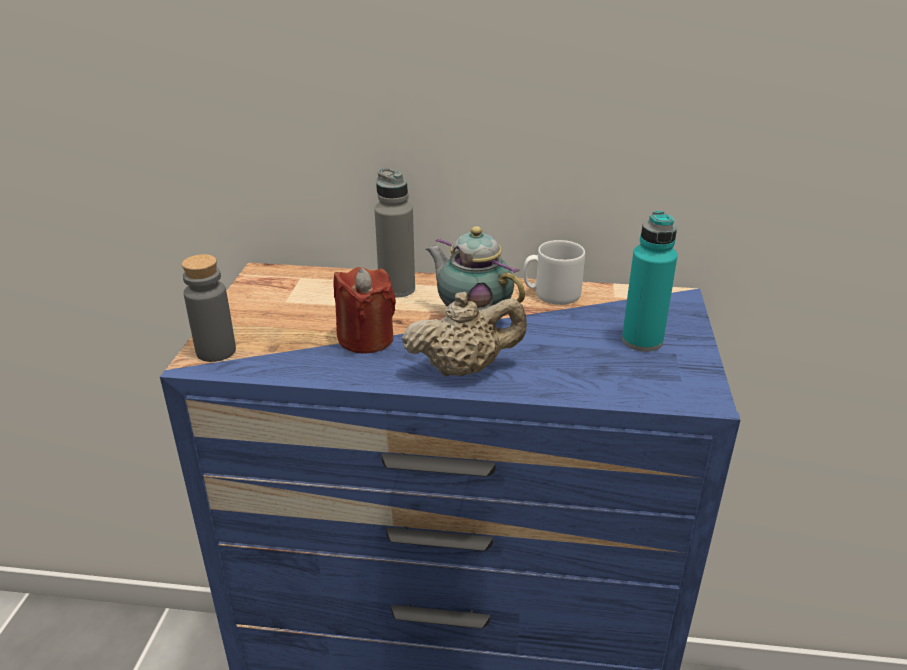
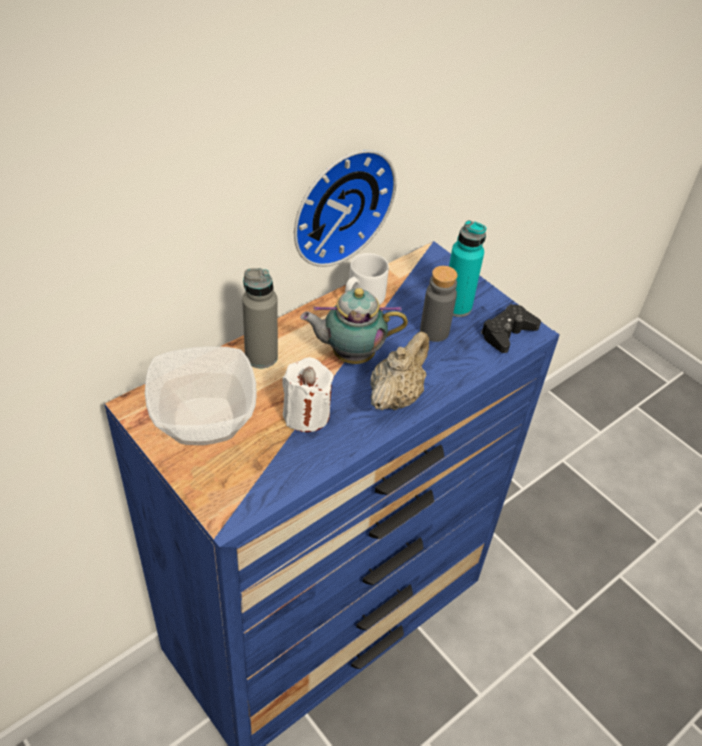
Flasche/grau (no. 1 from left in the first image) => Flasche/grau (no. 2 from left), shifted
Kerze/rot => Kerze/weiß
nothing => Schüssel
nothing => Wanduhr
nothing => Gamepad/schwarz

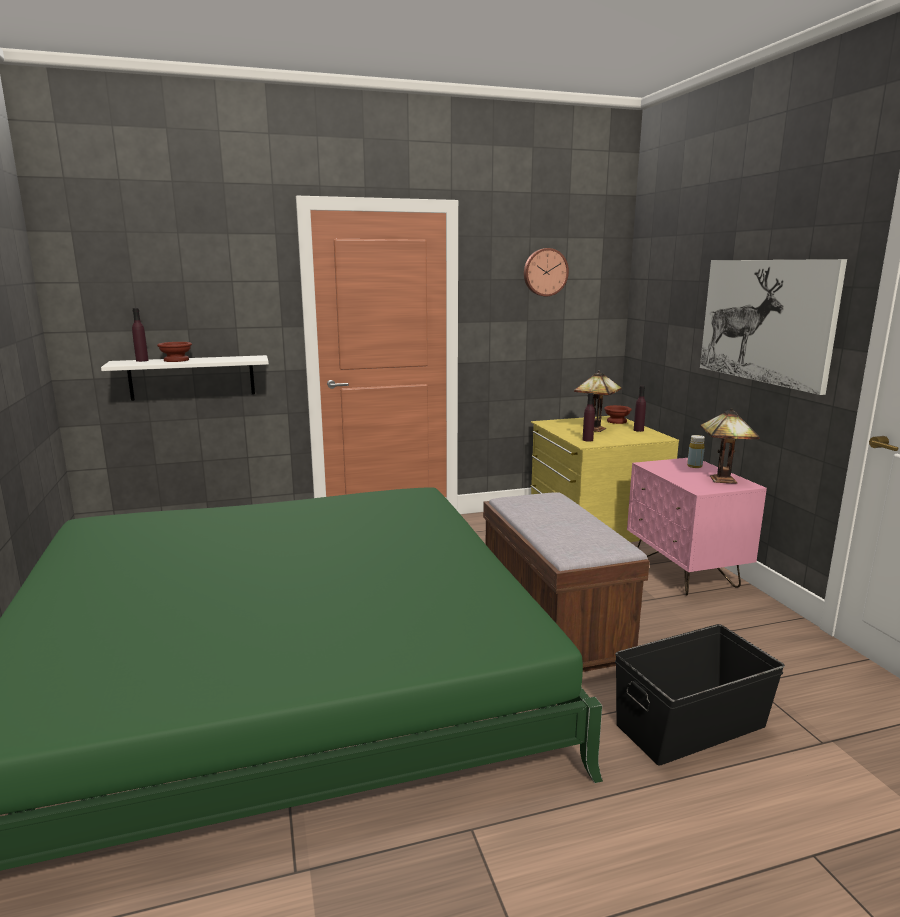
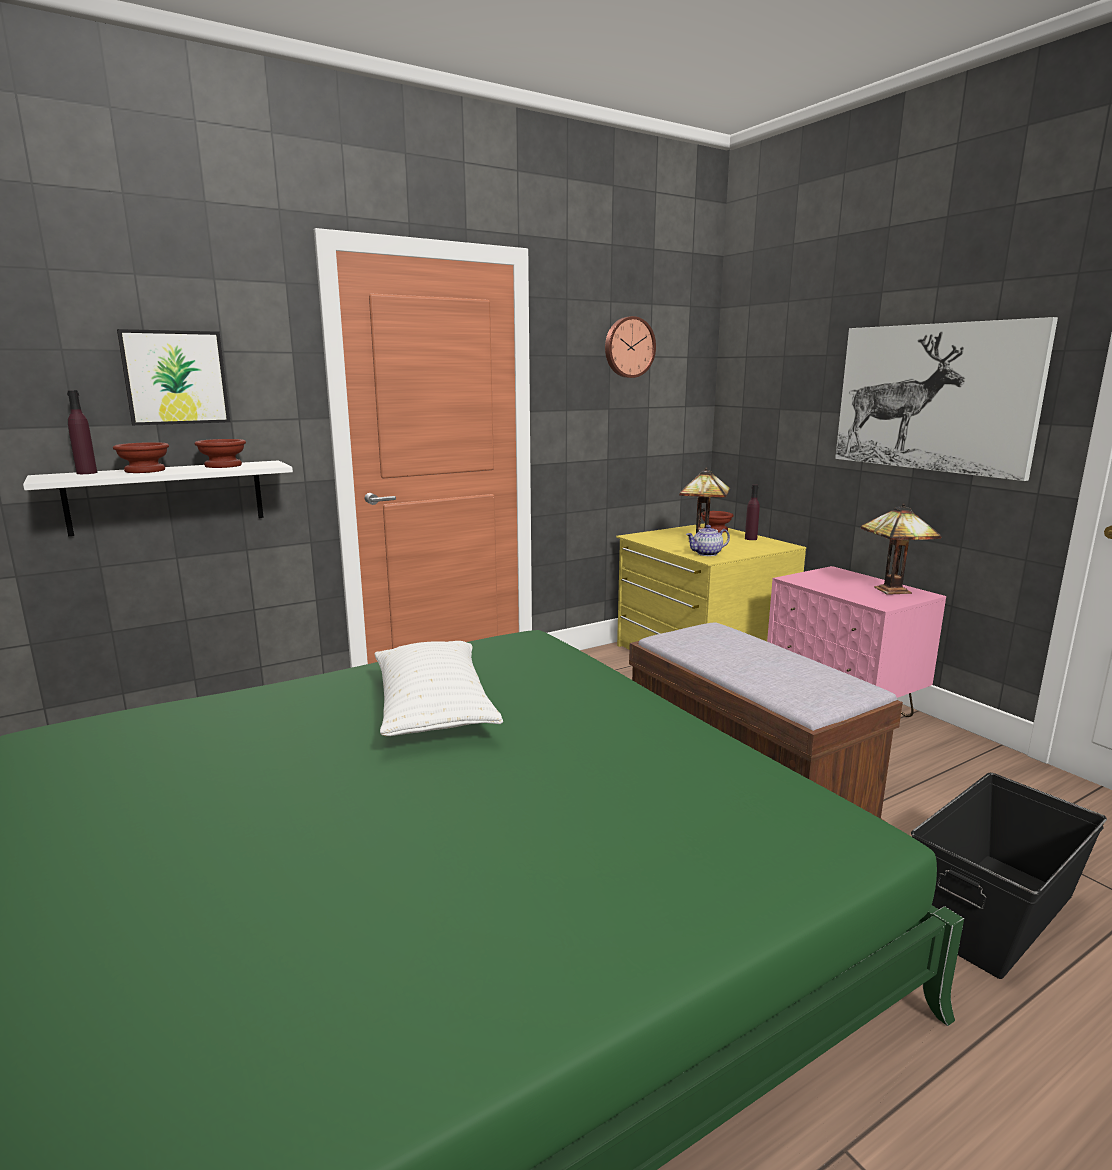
Flasche/lila (no. 2 from left) => Teekanne
Flasche/gelb => nothing
nothing => Bild (no. 1 from left)
nothing => Schüssel/braun (no. 2 from left)
nothing => Kissen/weiß

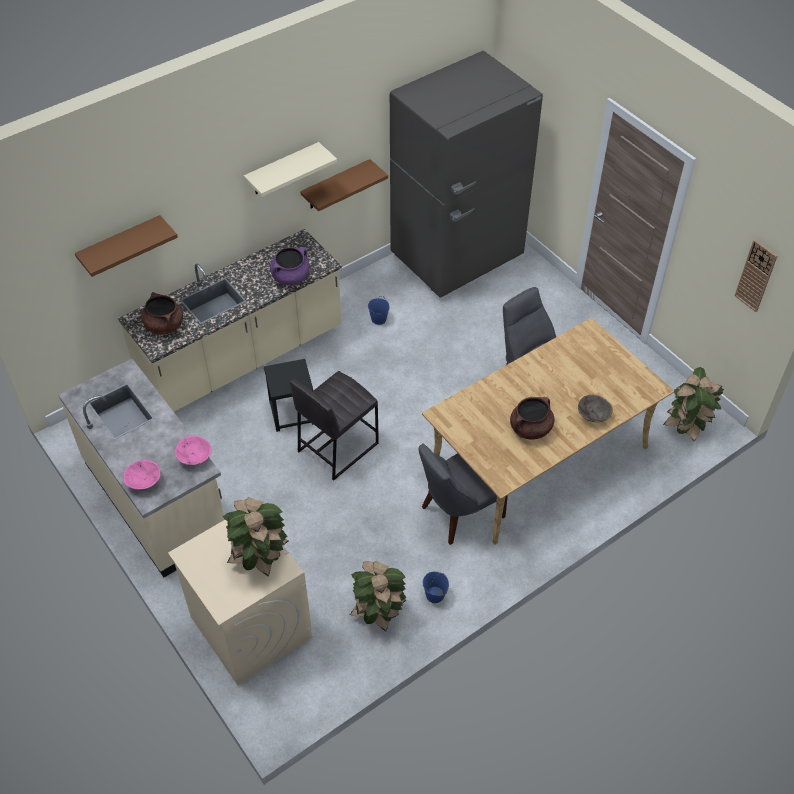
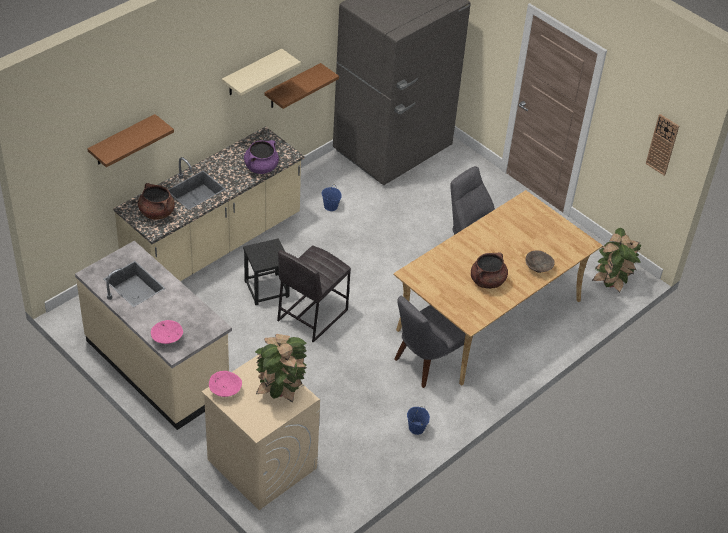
Schüssel/rosa (no. 2 from left), shifted
Topfpflanze (no. 2 from left) => nothing

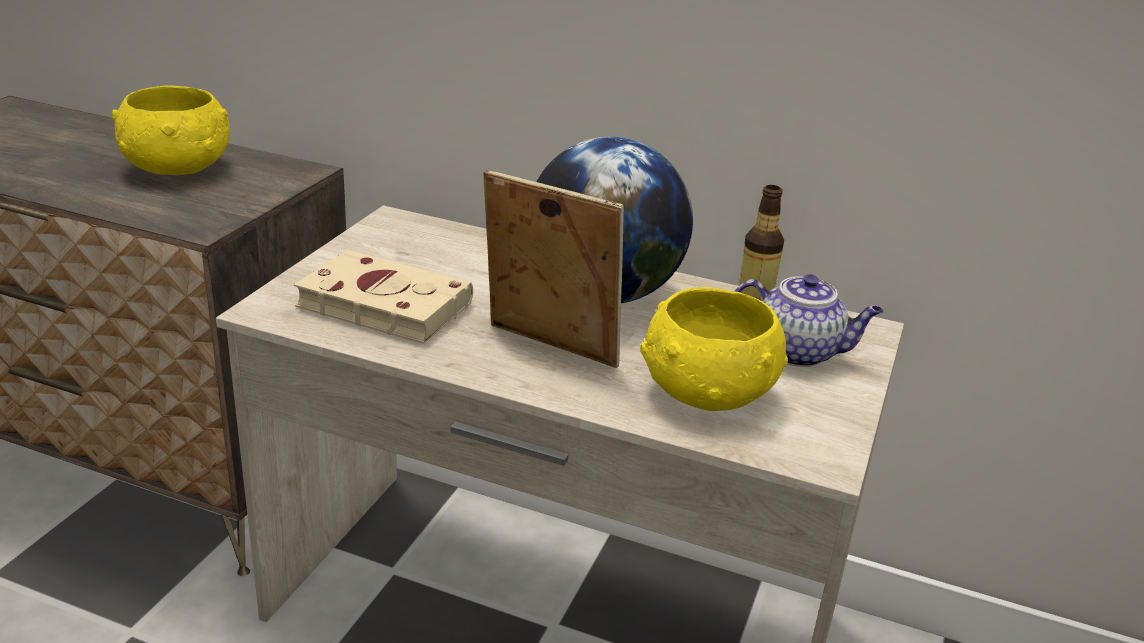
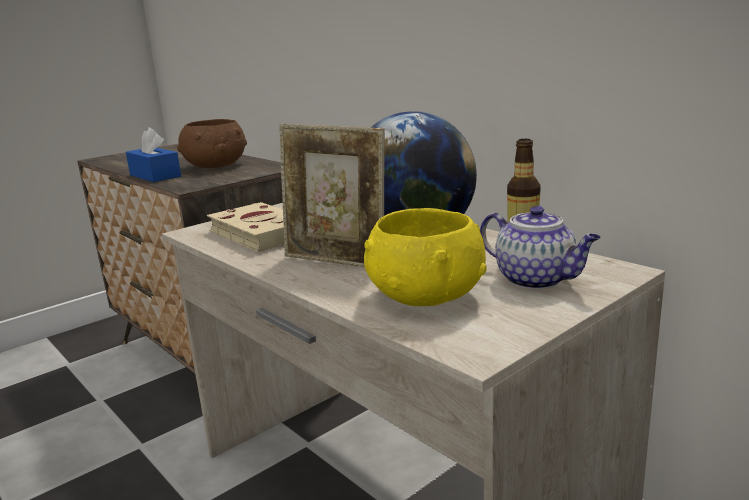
Schüssel/gelb (no. 1 from left) => Schüssel/braun
Bilderrahmen, 150 degrees clockwise
nothing => Taschentuchbox/blau

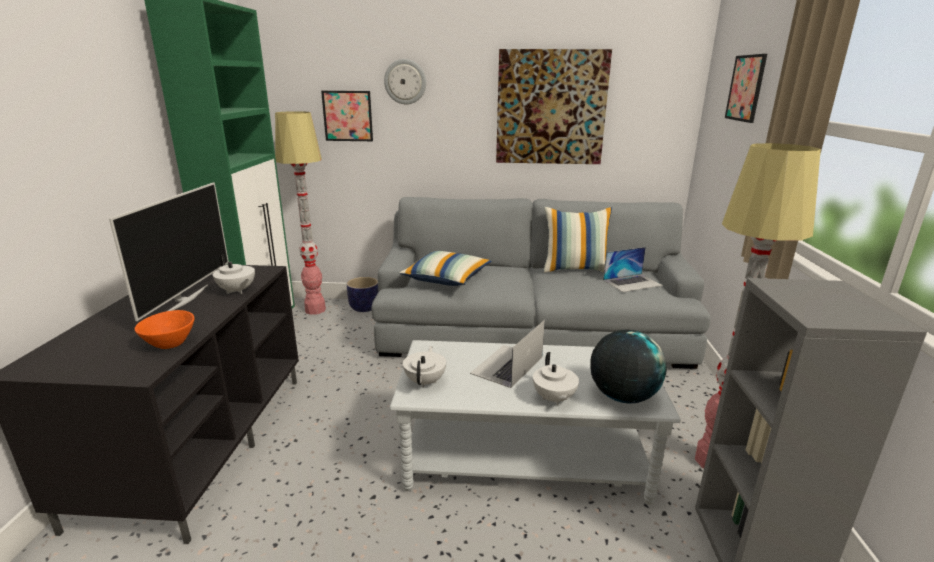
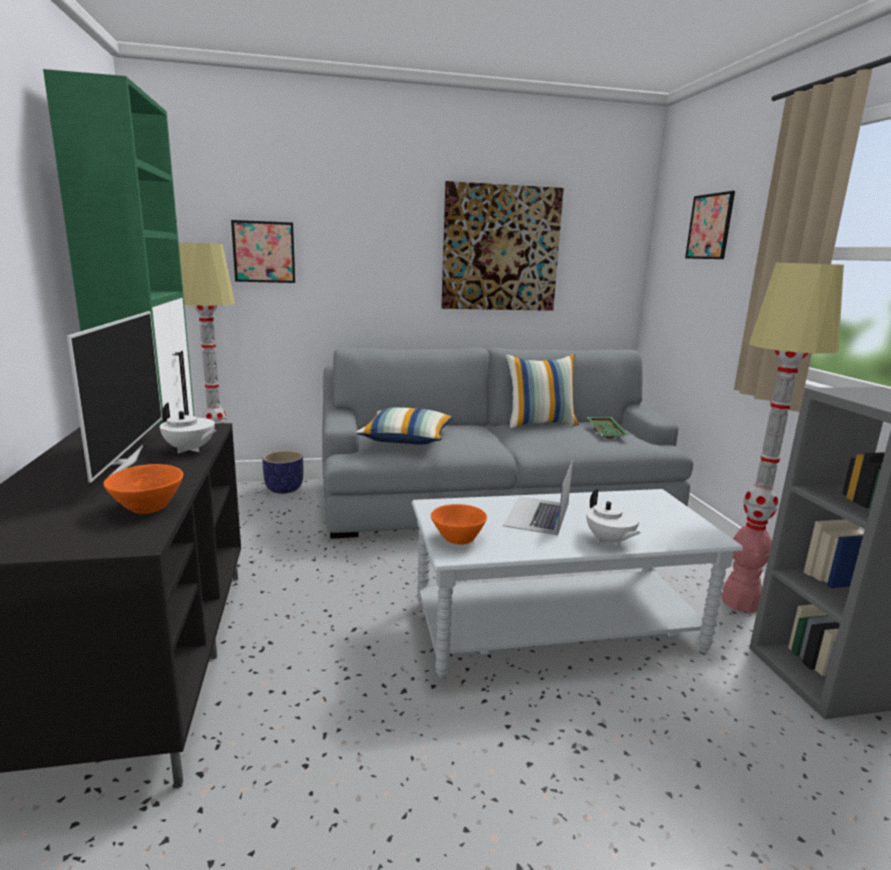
Wanduhr => nothing
Teekanne/weiß (no. 2 from left) => Schüssel/orange (no. 2 from left)
Globus => nothing
Laptop (no. 2 from left) => Tablett/grün

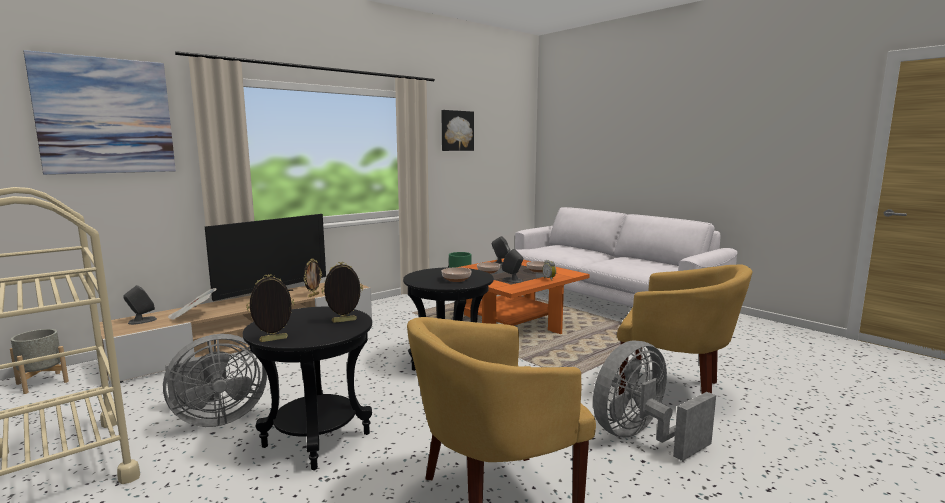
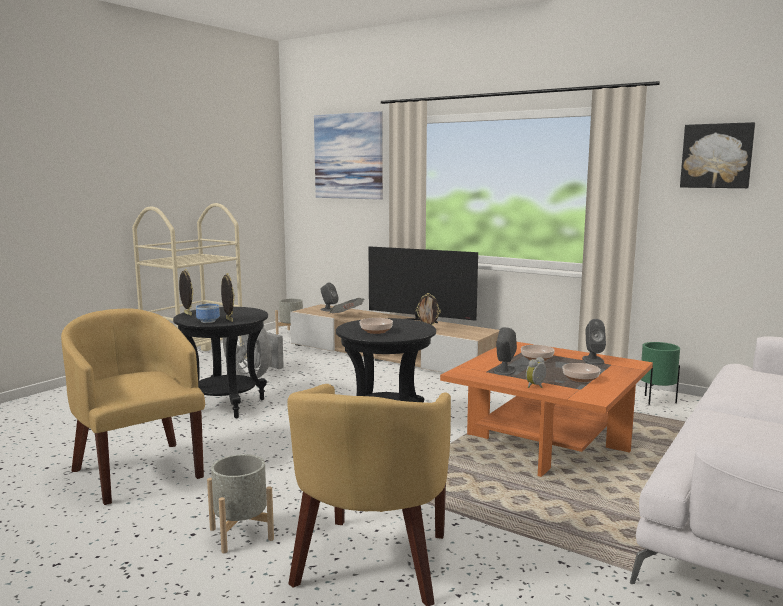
Ventilator/grau (no. 2 from left) => Pflanzkübel/grau (no. 1 from left)
nothing => Schüssel (no. 1 from left)

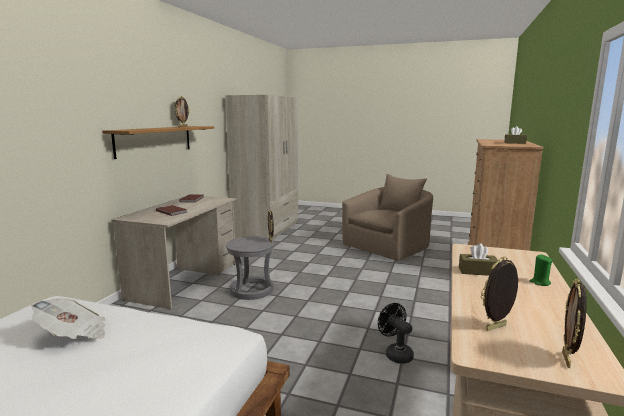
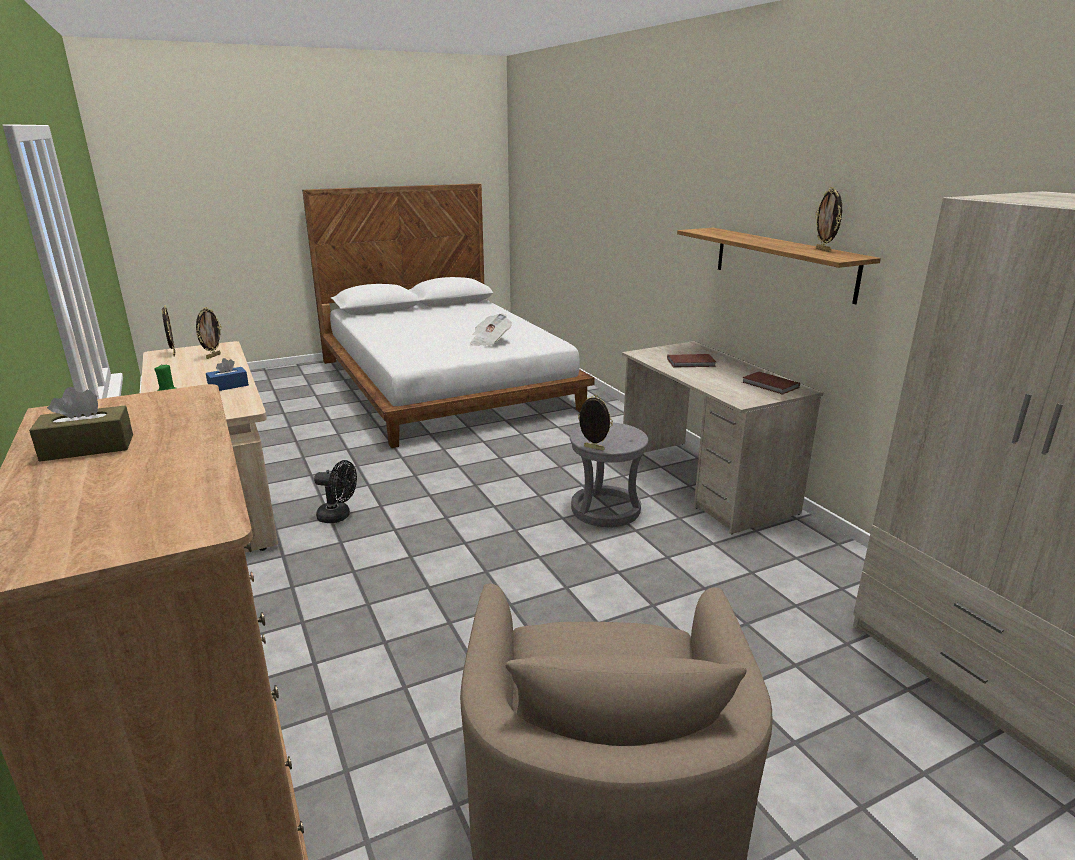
Taschentuchbox/braun (no. 1 from left) => Taschentuchbox/blau

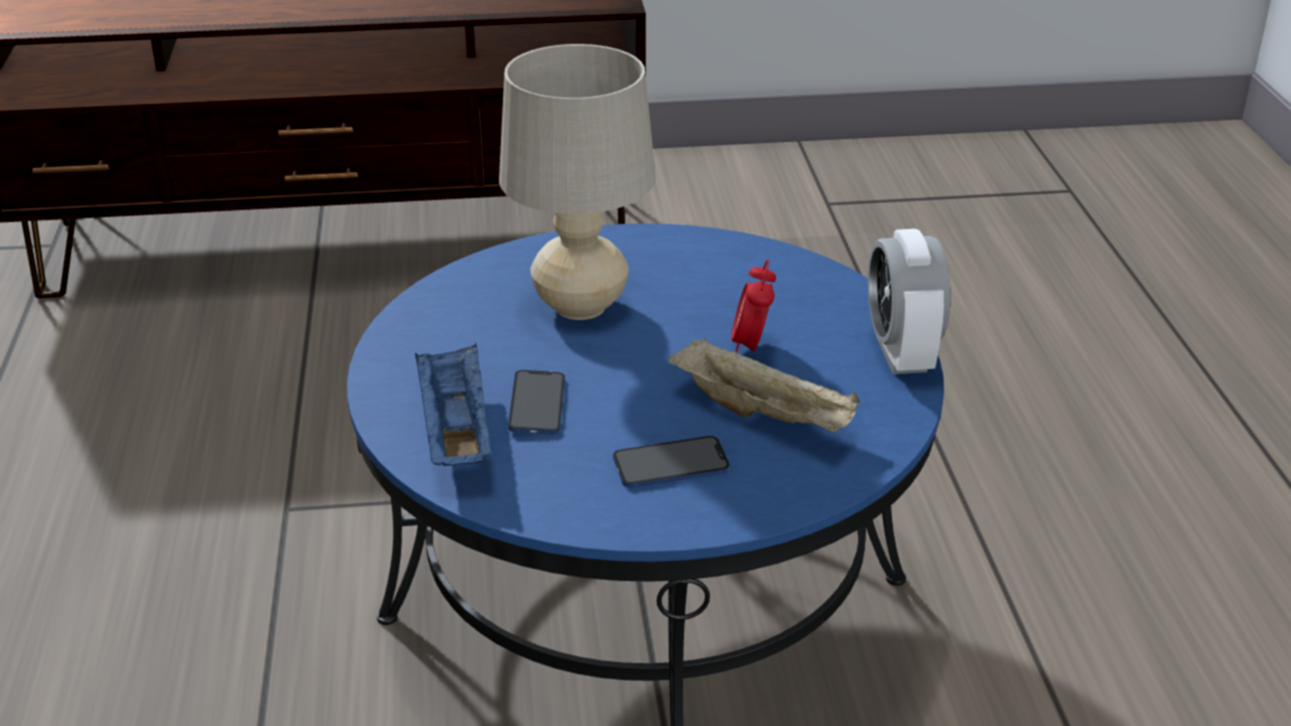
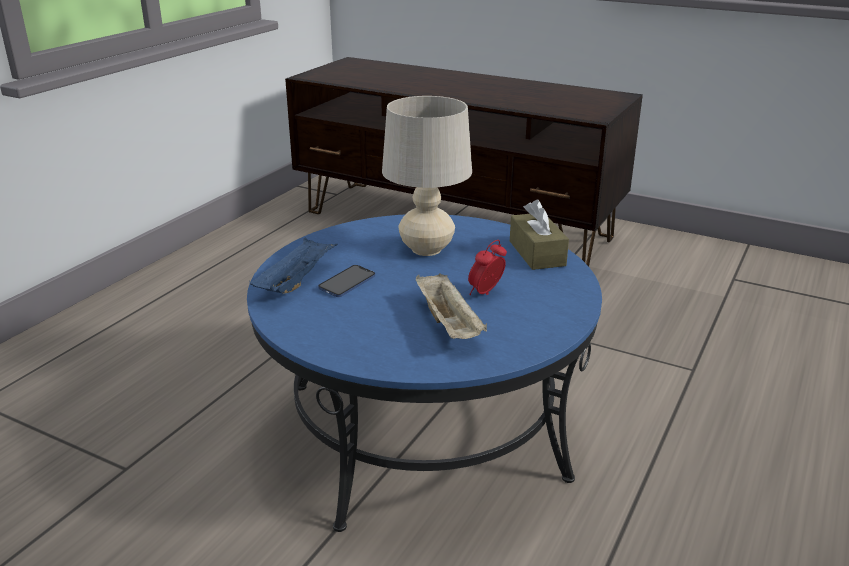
Handy (no. 2 from left) => nothing
Wecker (no. 2 from left) => nothing
nothing => Taschentuchbox/braun

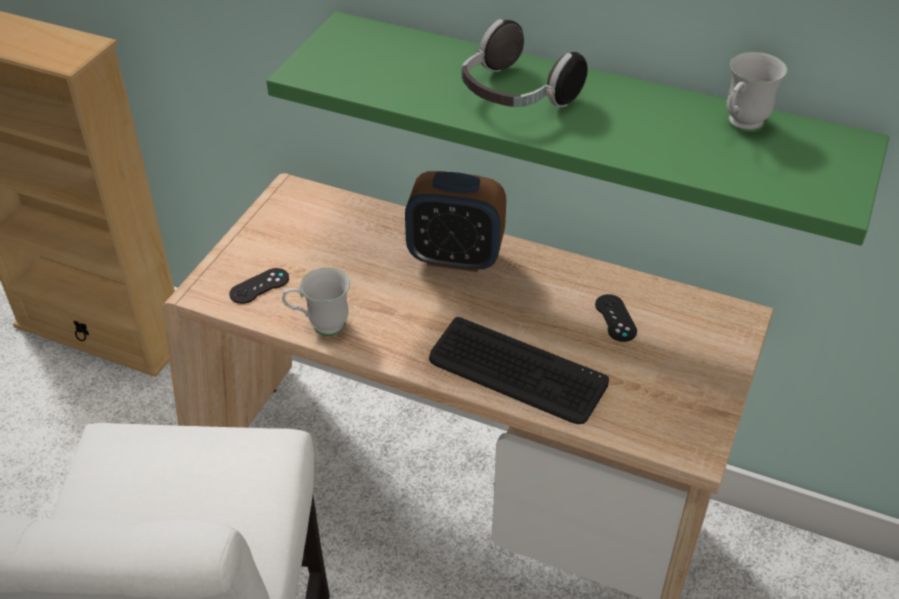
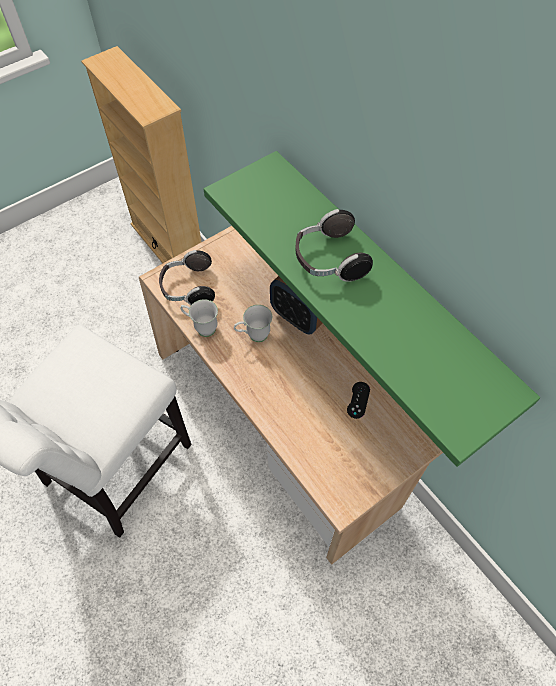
Gamepad/schwarz (no. 1 from left) => Kopfhörer (no. 1 from left)
Tastatur => nothing
Henkelbecher/weiß (no. 2 from left), shifted

